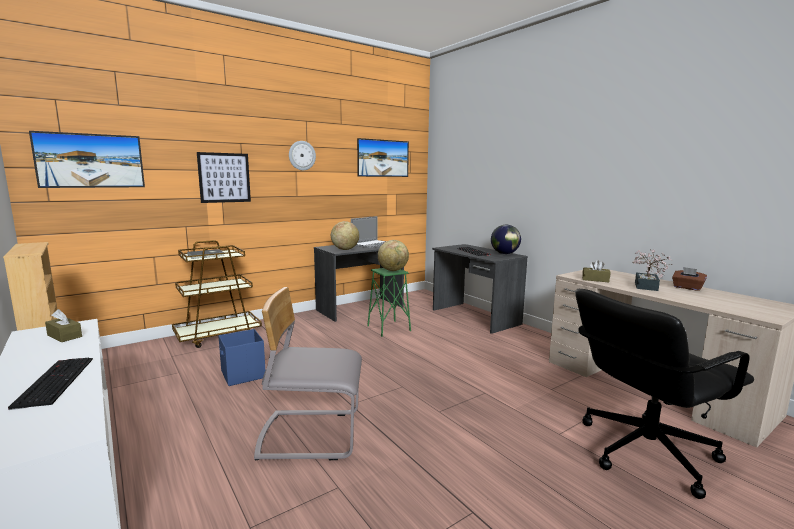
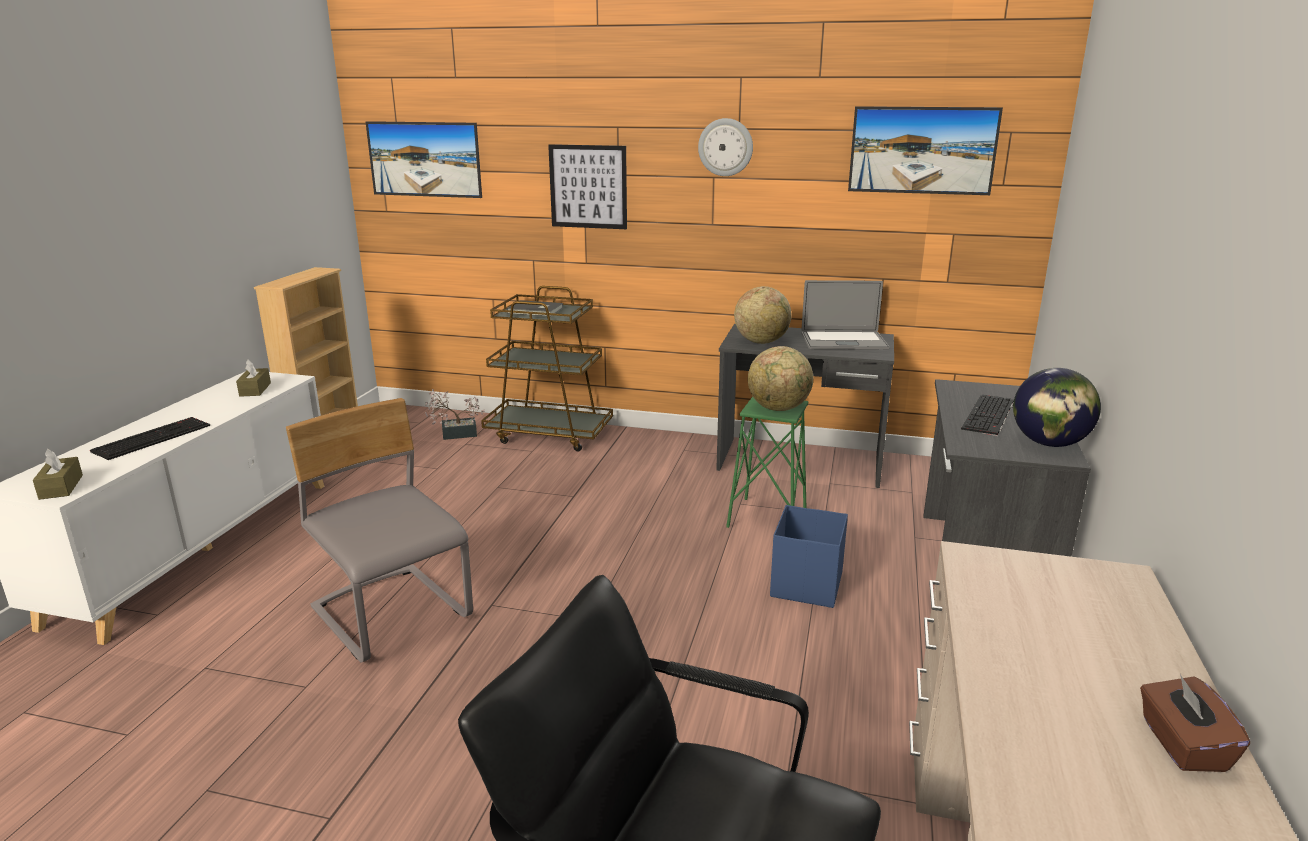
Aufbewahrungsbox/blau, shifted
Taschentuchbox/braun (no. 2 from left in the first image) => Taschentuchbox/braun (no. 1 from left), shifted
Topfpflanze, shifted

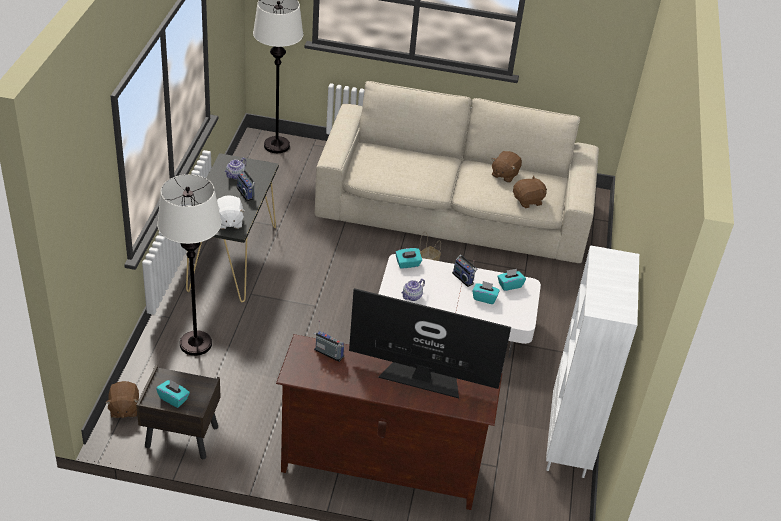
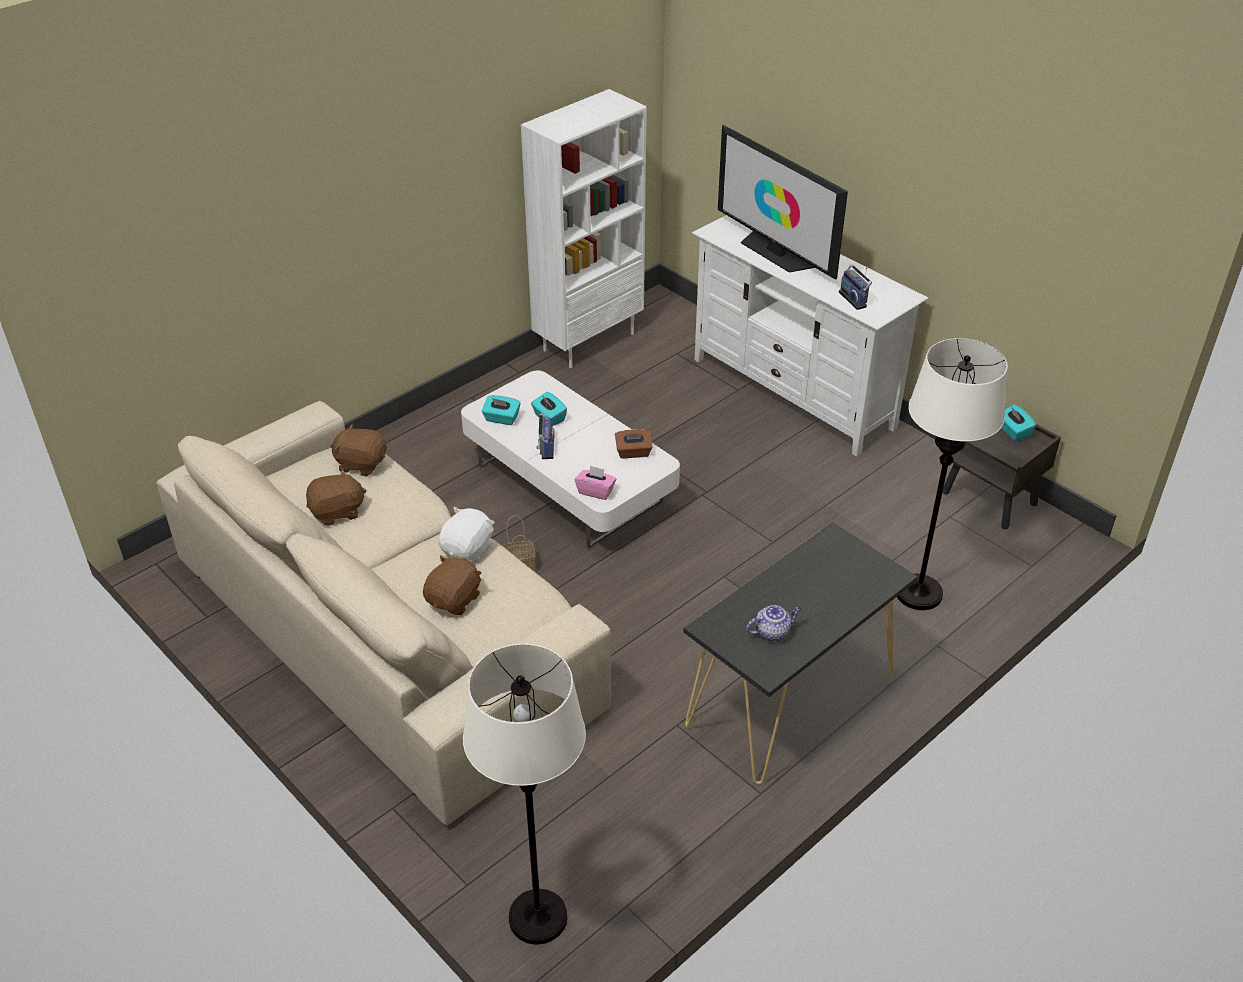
Plüschtier/braun (no. 1 from left in the first image) => Plüschtier/braun (no. 3 from left), shifted
Plüschtier/weiß, shifted
Radio (no. 1 from left) => nothing
Fernsehschrank/braun => Fernsehschrank/weiß
Taschentuchbox/türkis (no. 2 from left) => Taschentuchbox/rosa
Teekanne (no. 2 from left) => Taschentuchbox/braun

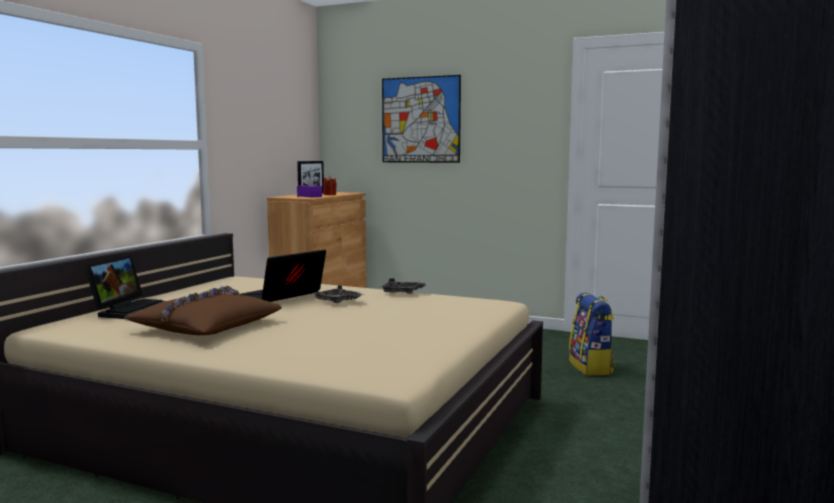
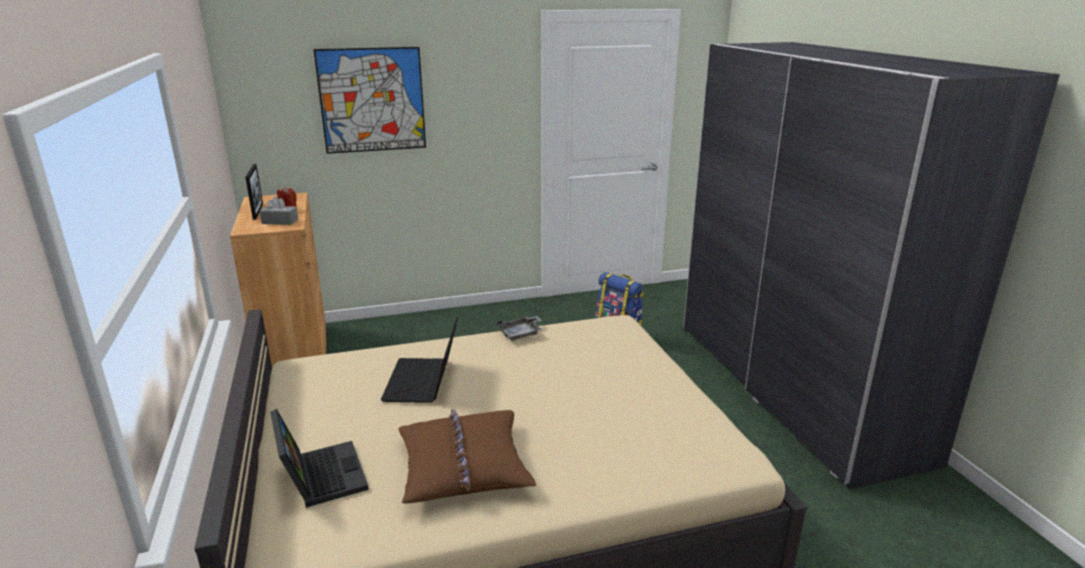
Taschentuchbox/lila => Taschentuchbox/grau
Tablett/grau (no. 1 from left) => nothing

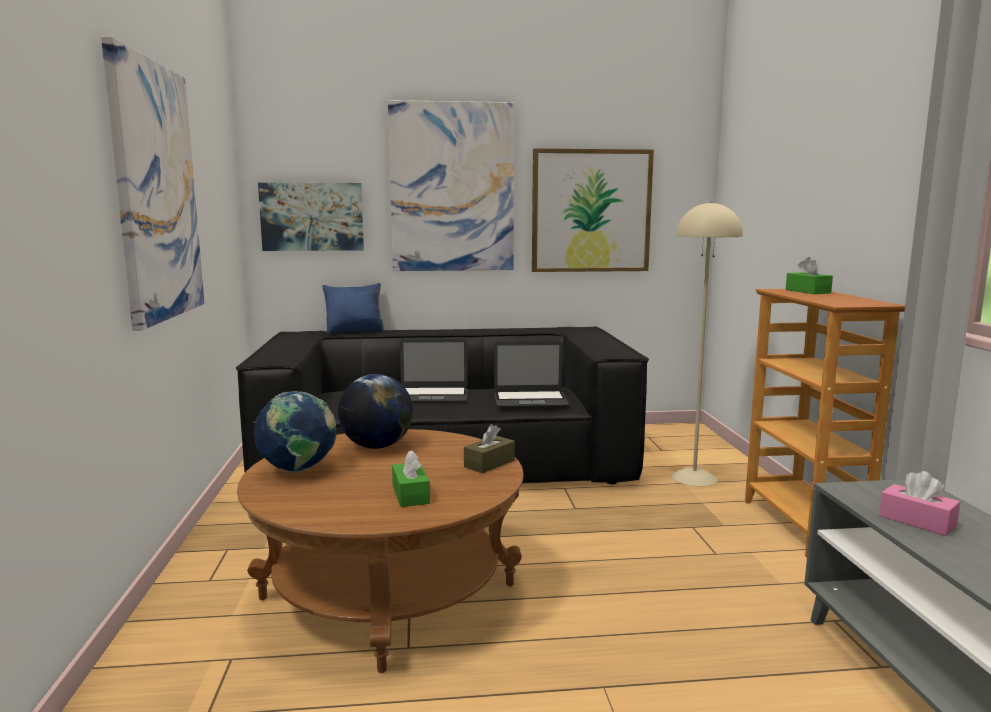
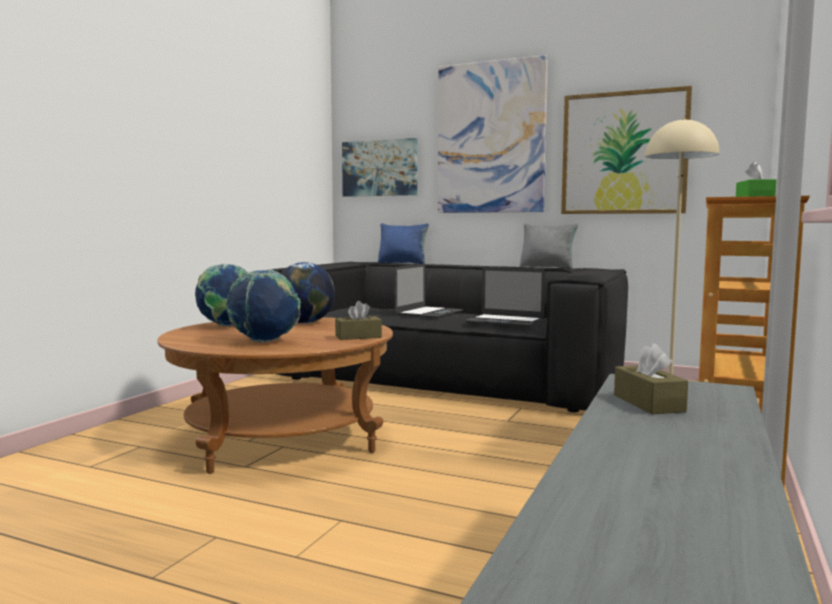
Bild (no. 1 from left) => nothing
Taschentuchbox/grün (no. 1 from left) => Globus (no. 2 from left)
Laptop (no. 1 from left), 90 degrees counterclockwise
Taschentuchbox/rosa => Taschentuchbox/braun (no. 2 from left)
nothing => Kissen/grau

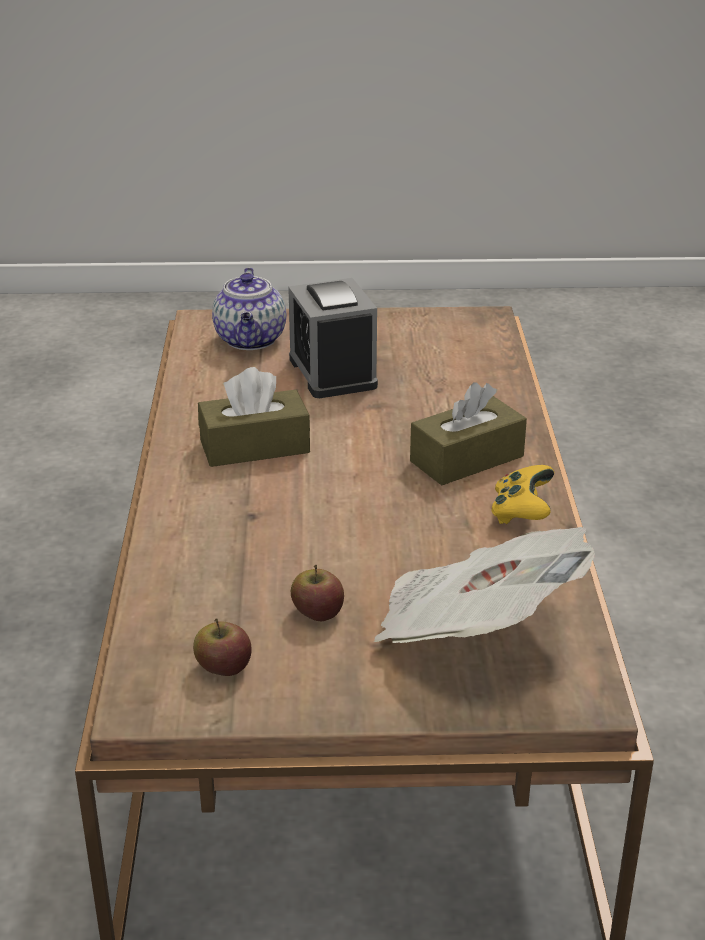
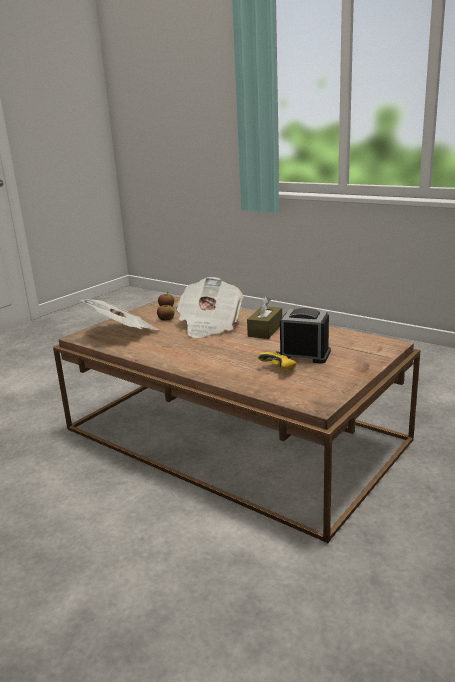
Teekanne => nothing
Taschentuchbox/braun (no. 2 from left) => nothing
Gamepad/gelb, shifted
nothing => Zeitung (no. 2 from left)

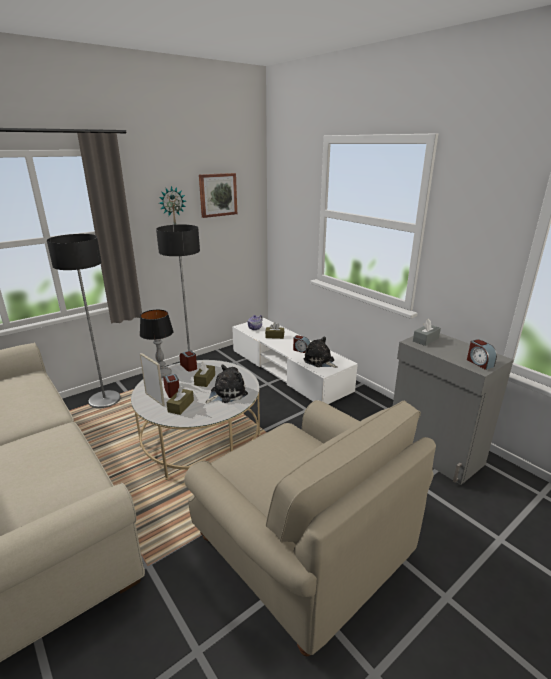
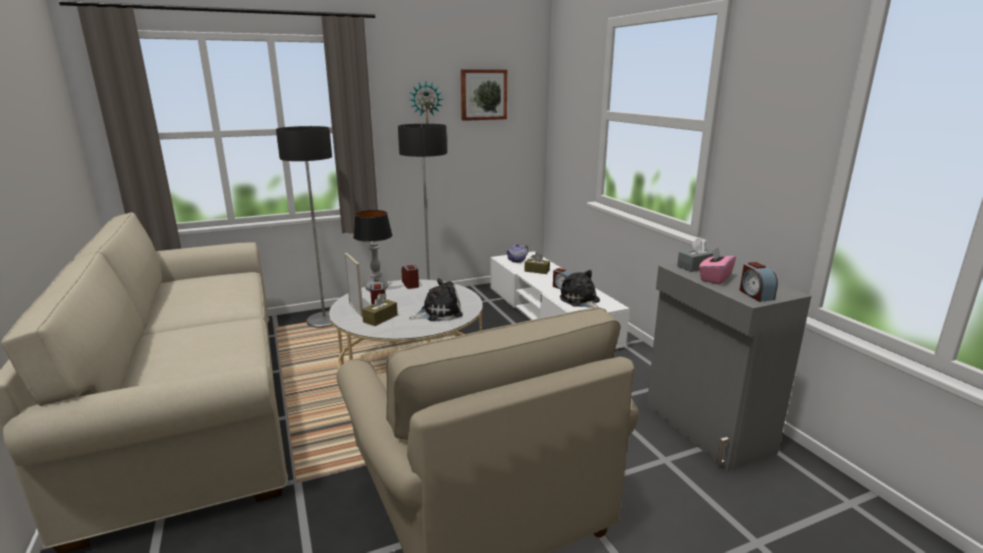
Taschentuchbox/braun (no. 2 from left) => nothing
nothing => Taschentuchbox/rosa

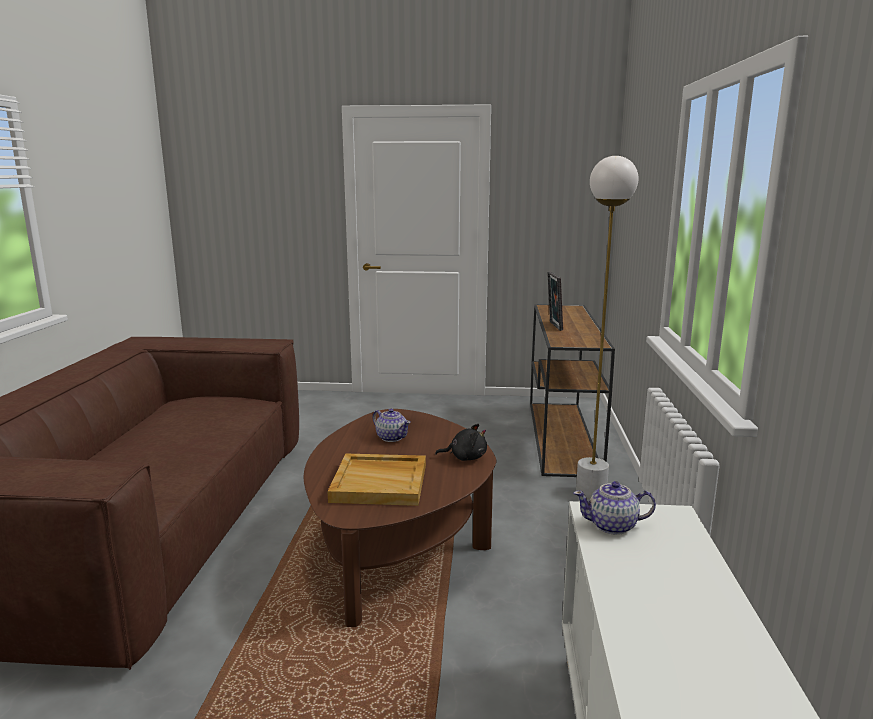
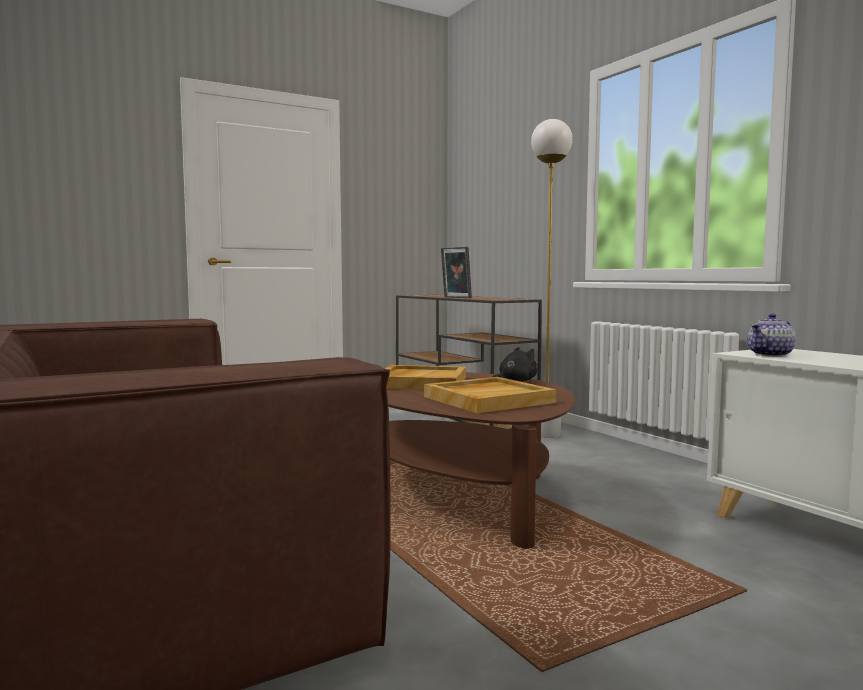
Teekanne (no. 1 from left) => Tablett/beige (no. 1 from left)

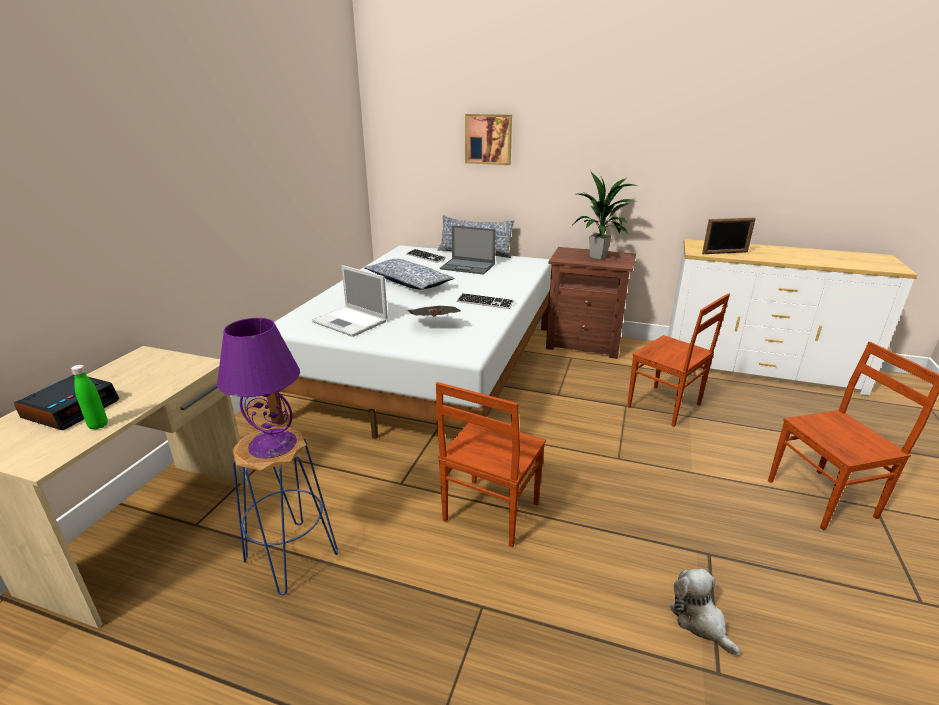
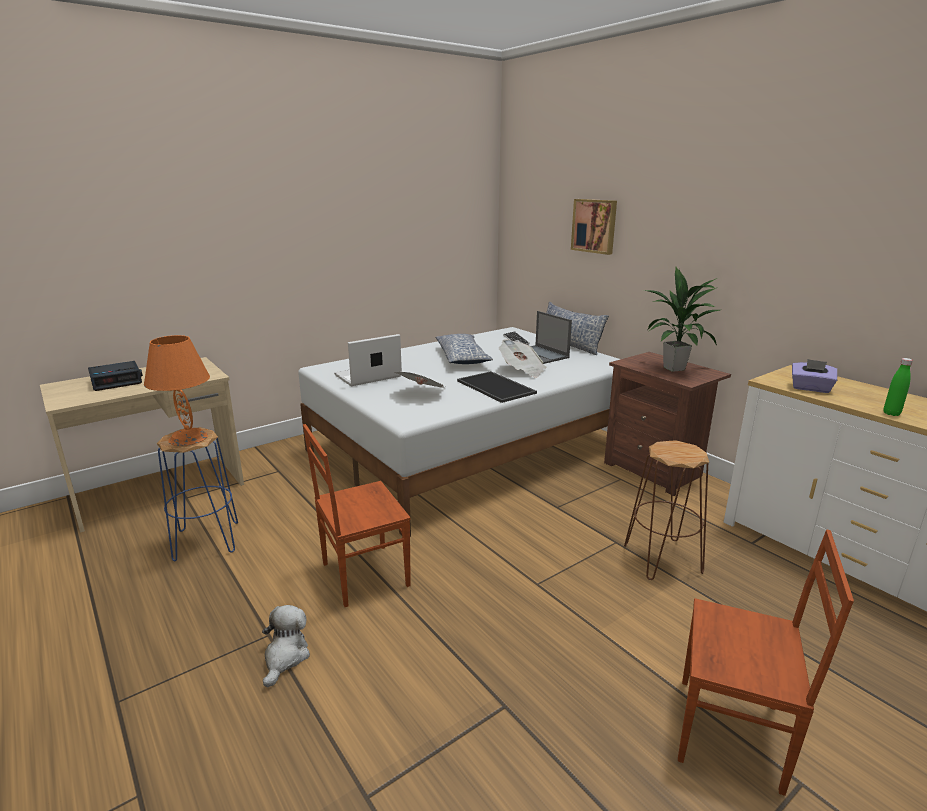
Flasche/grün, shifted
Tischlampe/lila => Tischlampe/orange
Laptop (no. 1 from left), 75 degrees clockwise
Tastatur (no. 2 from left) => Tablett
Stuhl/braun (no. 2 from left) => Hocker/braun
Plüschtier, shifted
Bilderrahmen => Taschentuchbox/lila
nothing => Zeitung (no. 2 from left)

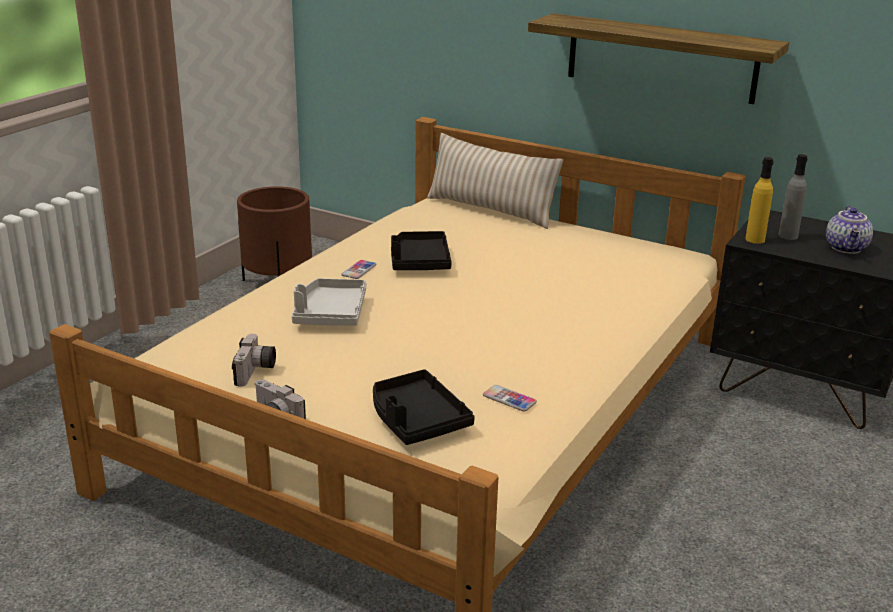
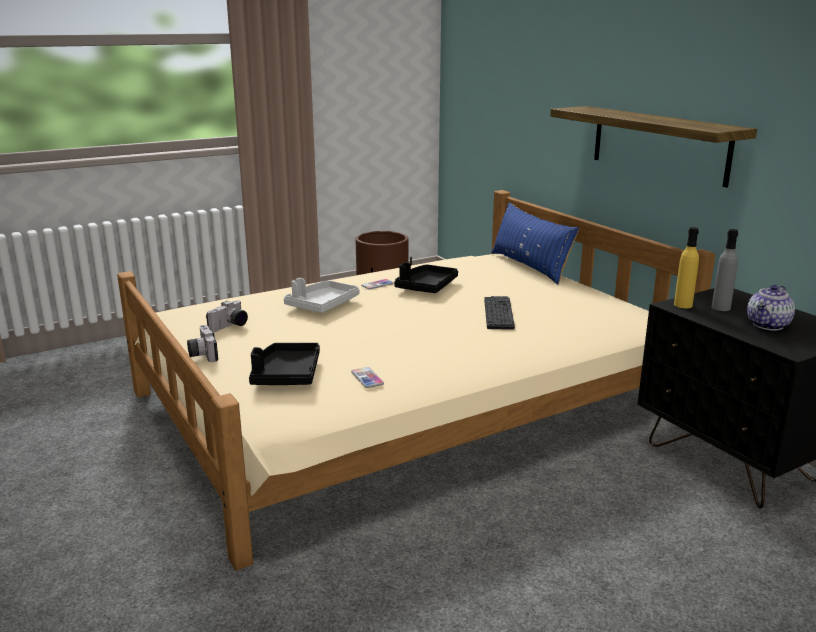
Kissen/beige => Kissen/blau
nothing => Tastatur

